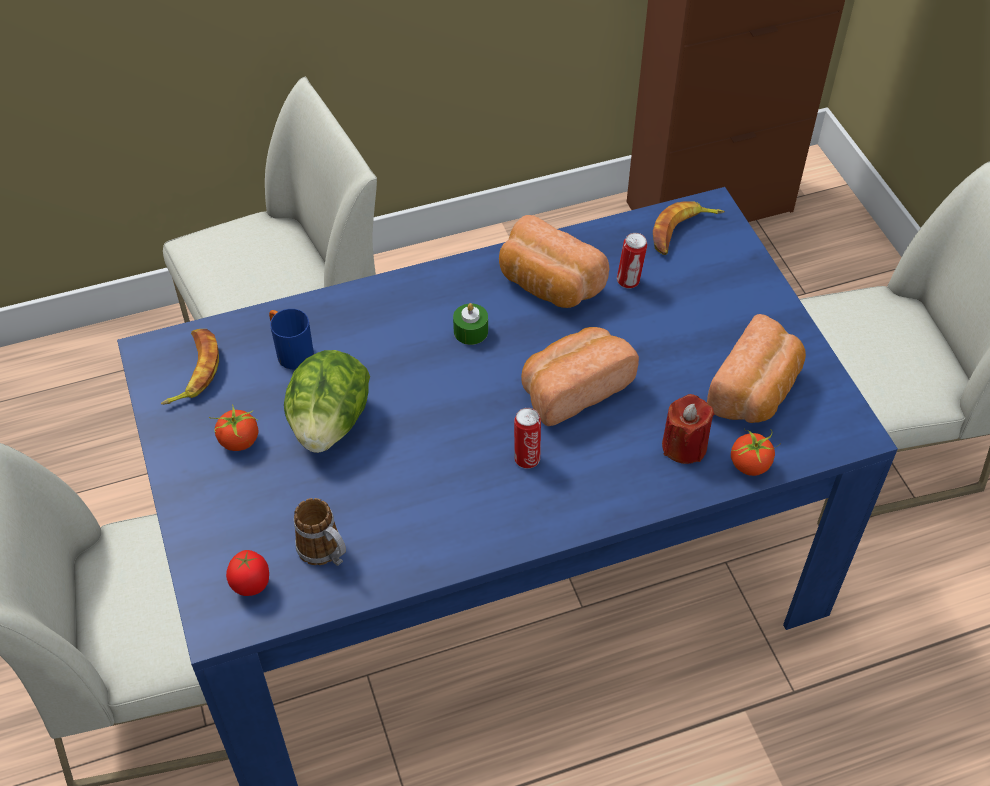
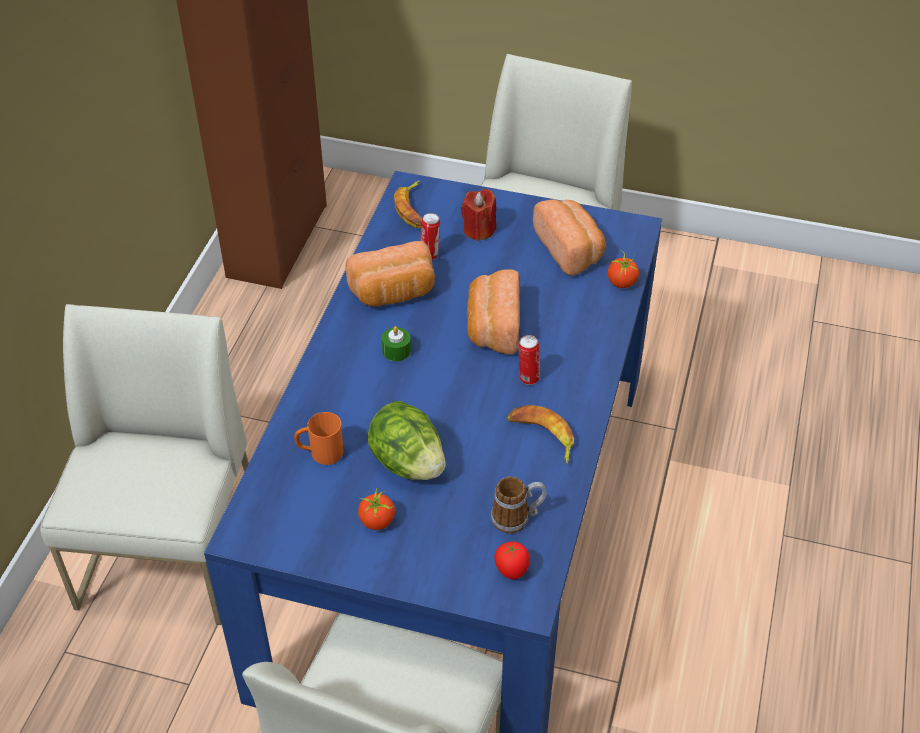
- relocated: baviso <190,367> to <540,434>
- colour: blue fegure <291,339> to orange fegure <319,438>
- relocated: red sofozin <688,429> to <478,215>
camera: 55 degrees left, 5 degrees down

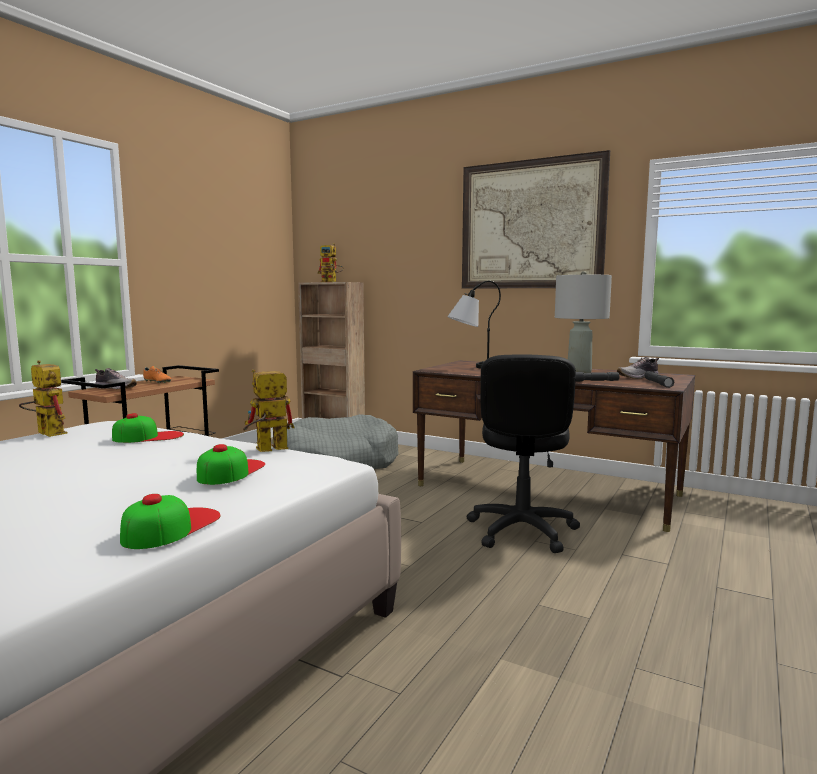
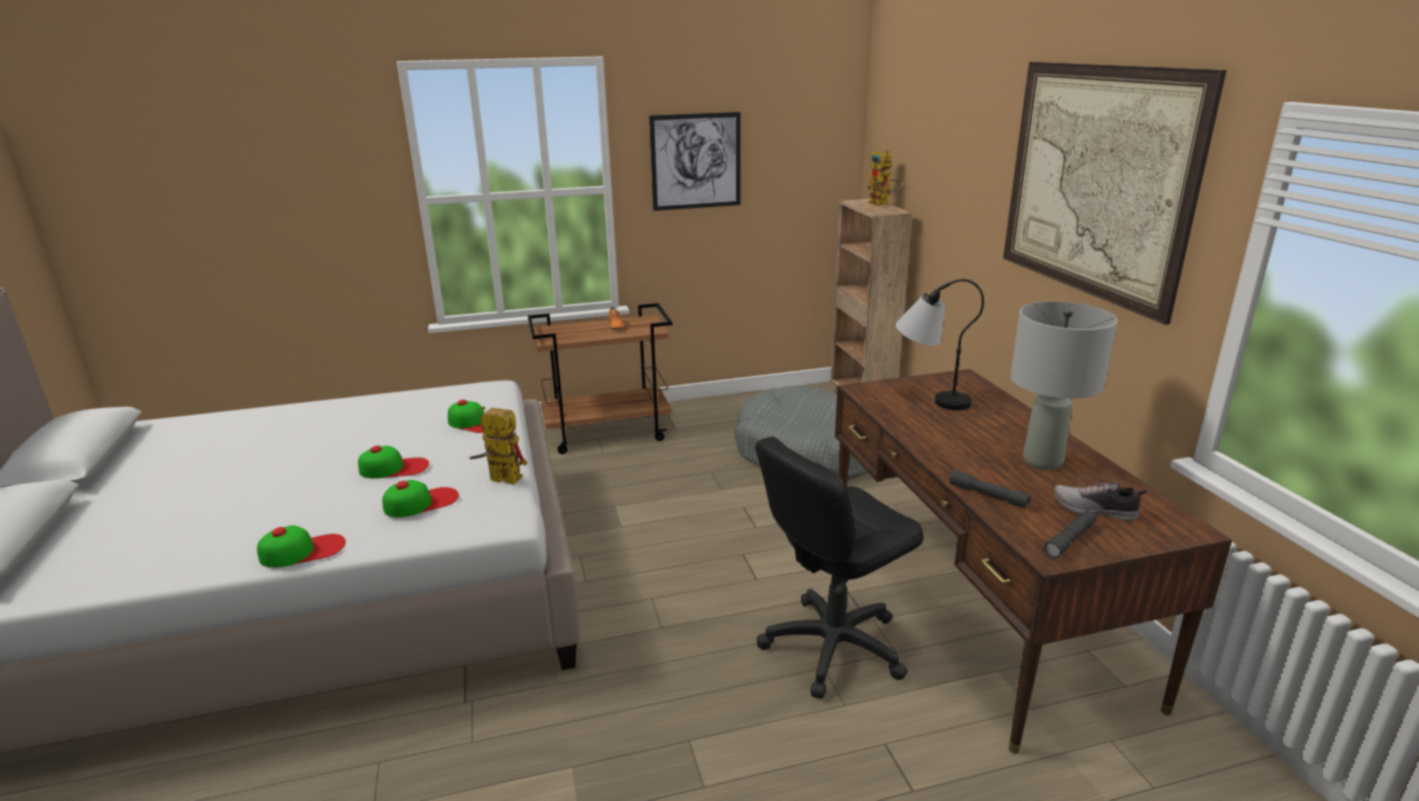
- missing: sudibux <43,398>
- missing: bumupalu <116,378>
- appeared: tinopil <393,462>
- appeared: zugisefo <695,161>
camera: 45 degrees right, 15 degrees up

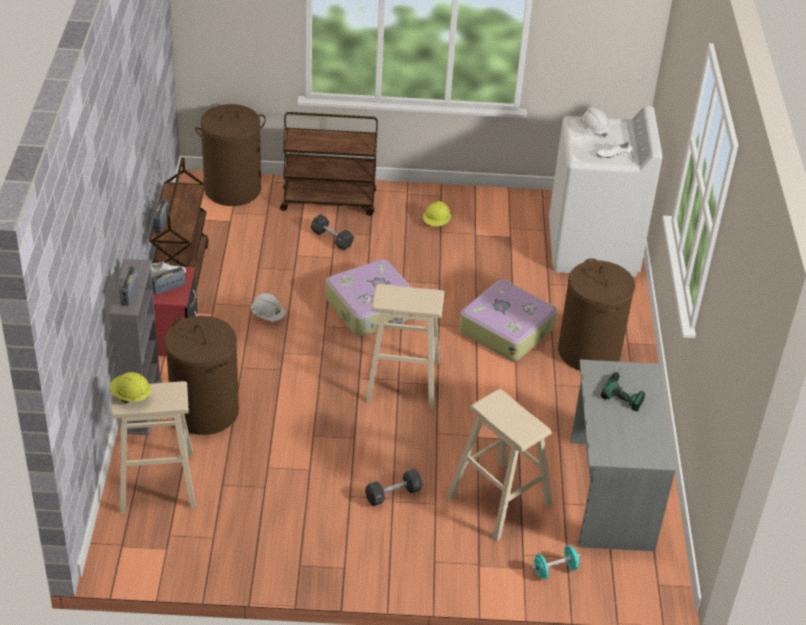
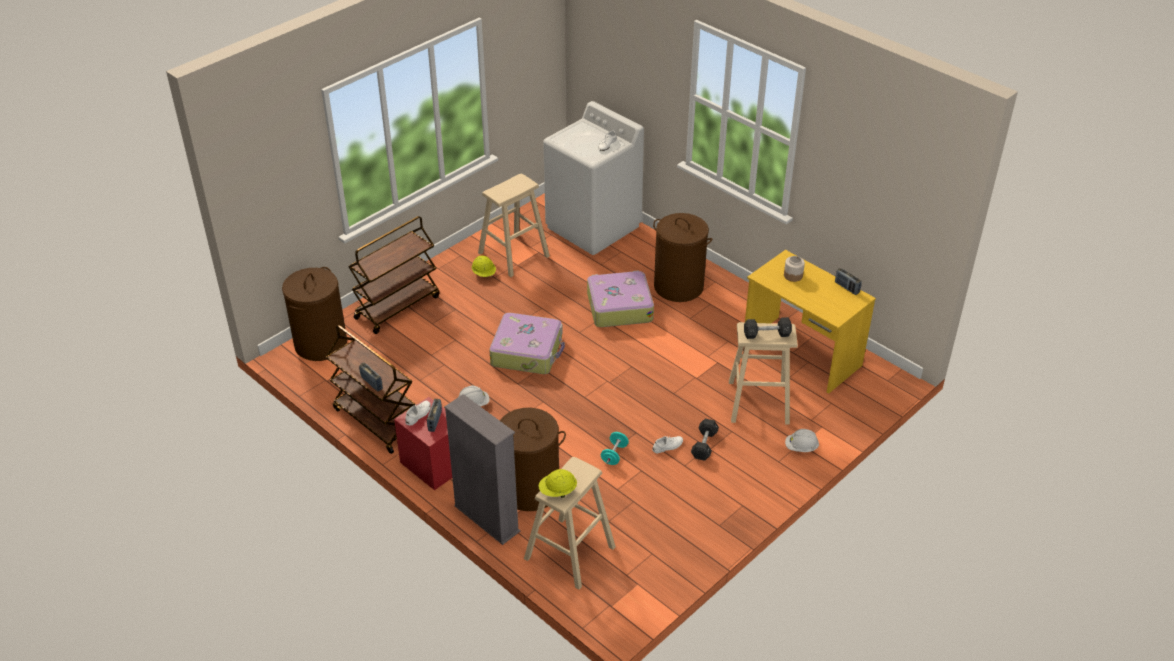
- relocated: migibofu <129,286> to <848,281>
- relocated: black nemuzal <332,232> to <768,328>
- relocated: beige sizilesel <404,347> to <514,225>
- relocated: turquoise nemuzal <556,562> to <615,448>
- colour: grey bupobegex <623,455> to yellow bupobegex <810,322>
- relocated: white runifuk <592,122> to <802,440>
- exchanged: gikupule <623,389> to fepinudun <794,269>
- appeared: white bumupalu <667,444>
camera: 45 degrees left, 0 degrees up

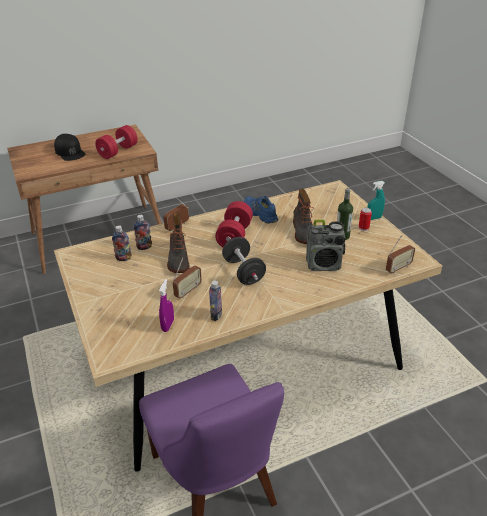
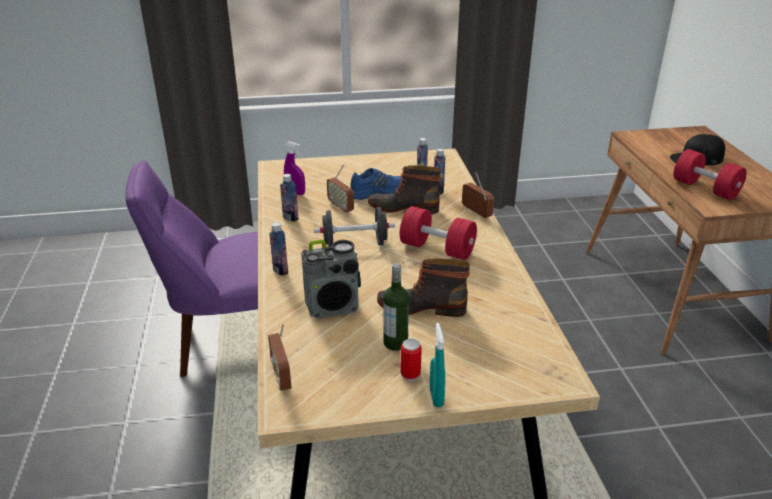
- relocated: blue bumupalu <261,209> to <376,184>
- spun: migibofu <325,245> = <331,279> 120 degrees counterclockwise
- appeared: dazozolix <278,249>
camera: 105 degrees right, 5 degrees down

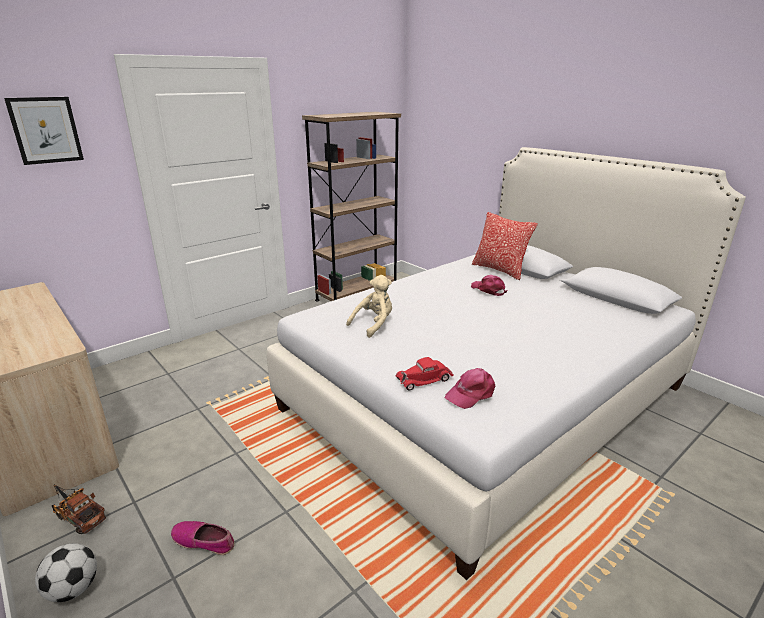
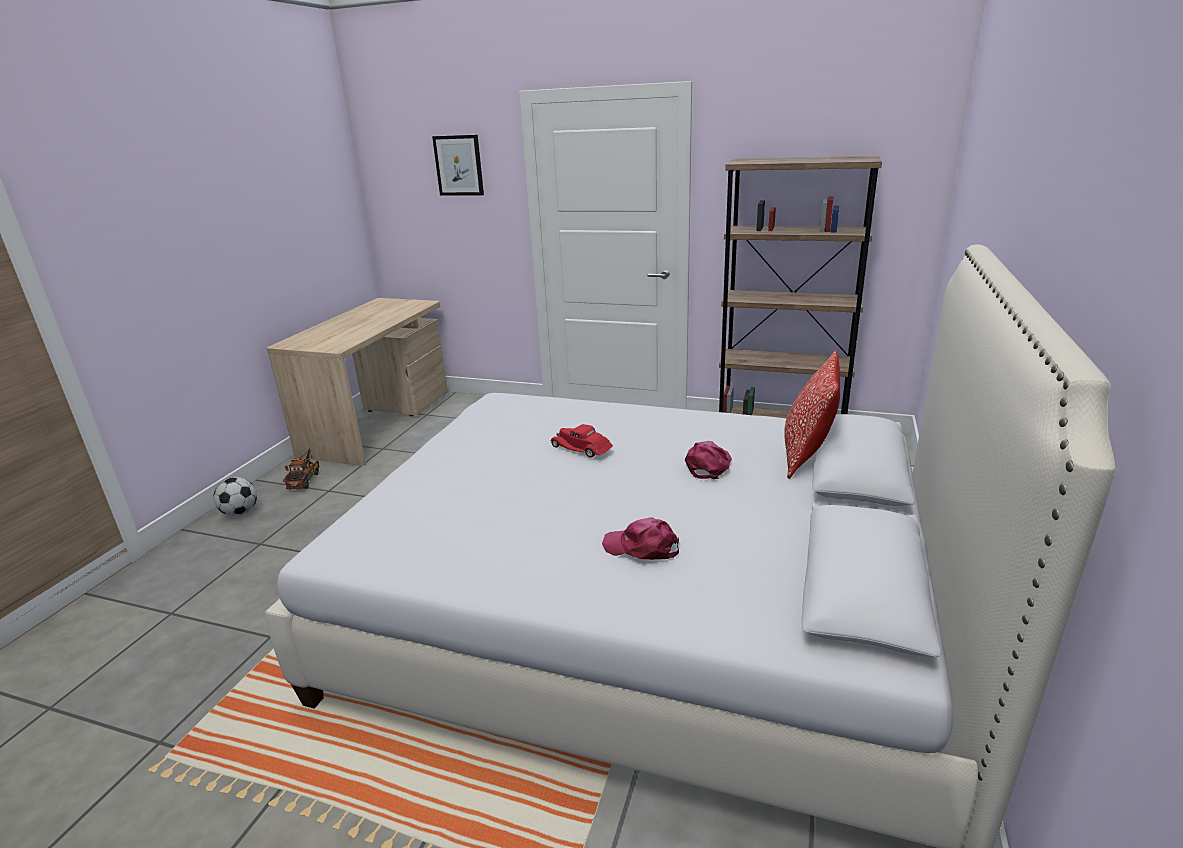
- missing: bumupalu <203,538>
- missing: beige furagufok <369,306>
- relocated: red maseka <425,374> to <581,441>
- relocated: pink tinopil <470,388> to <640,538>
camera: 60 degrees right, 0 degrees up

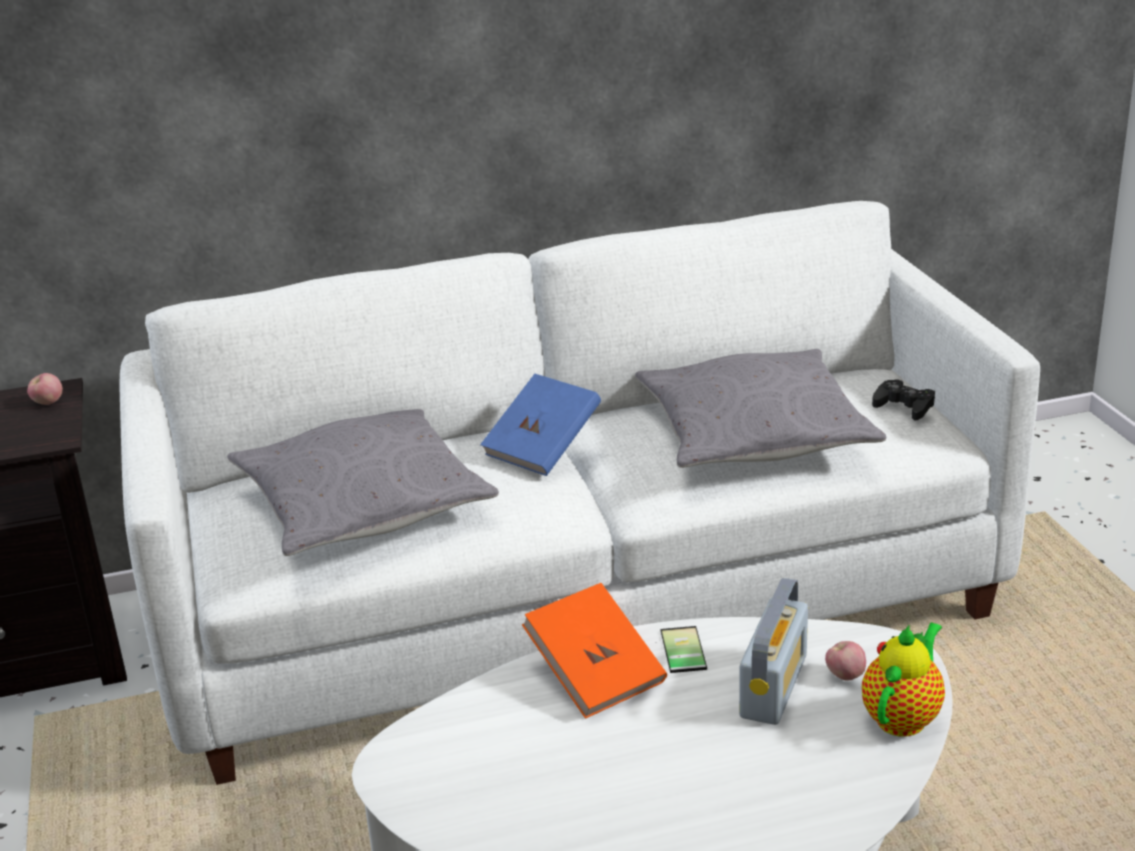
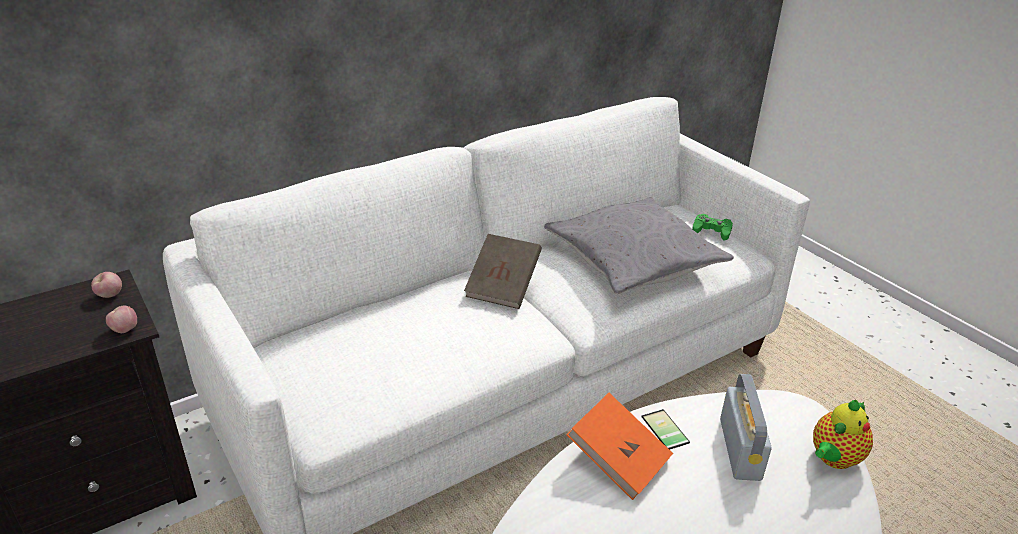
- missing: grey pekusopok <363,482>
- colour: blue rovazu <540,425> to brown rovazu <503,271>
- relocated: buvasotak <845,660> to <121,319>
- spun: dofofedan <903,679> = <843,434> 150 degrees counterclockwise
- colour: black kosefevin <903,400> to green kosefevin <712,227>
camera: 20 degrees left, 5 degrees up

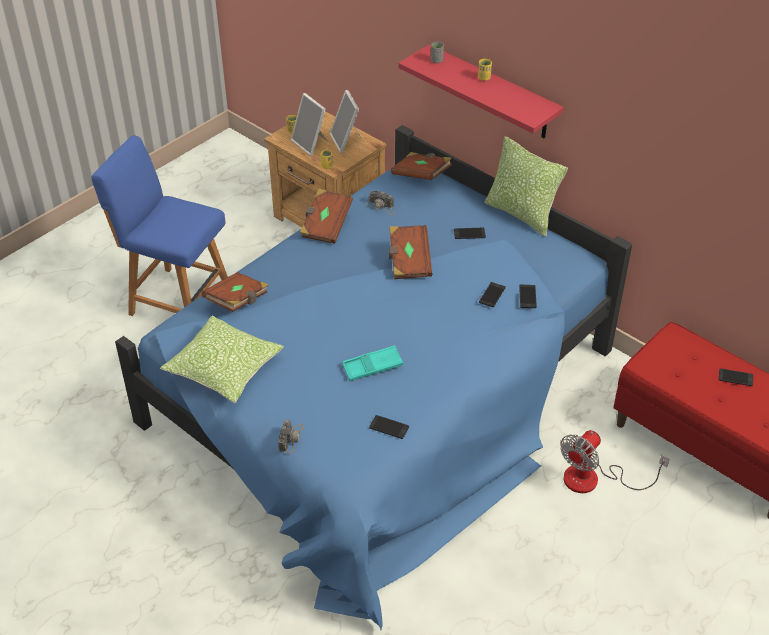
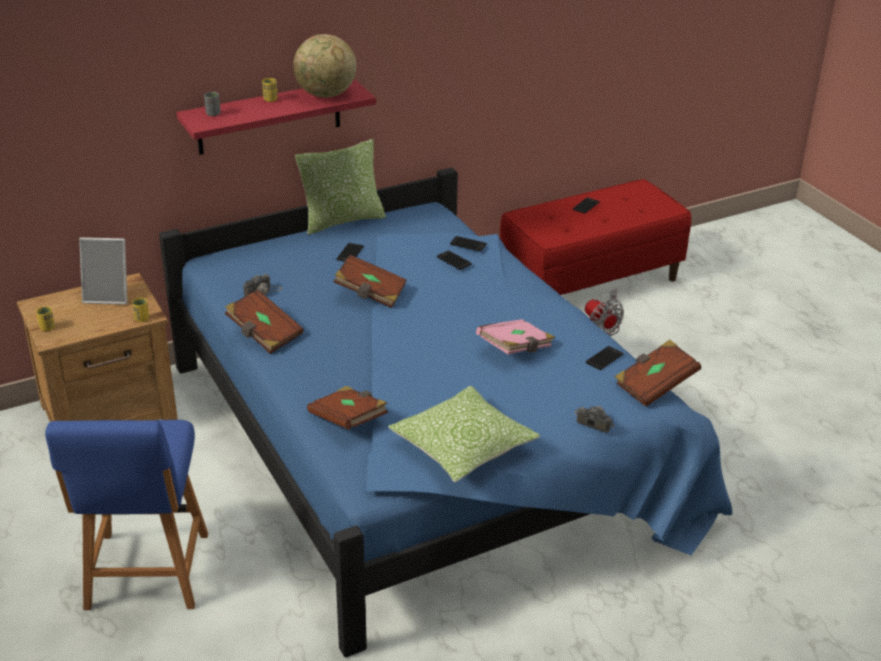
- spun: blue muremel <159,225> = <126,515> 45 degrees counterclockwise
- missing: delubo <309,124>
- exchanged: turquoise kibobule <372,363> to pink rovazu <515,337>
- relocated: brown rovazu <421,166> to <658,373>
- appeared: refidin <324,66>
camera: 70 degrees left, 10 degrees down

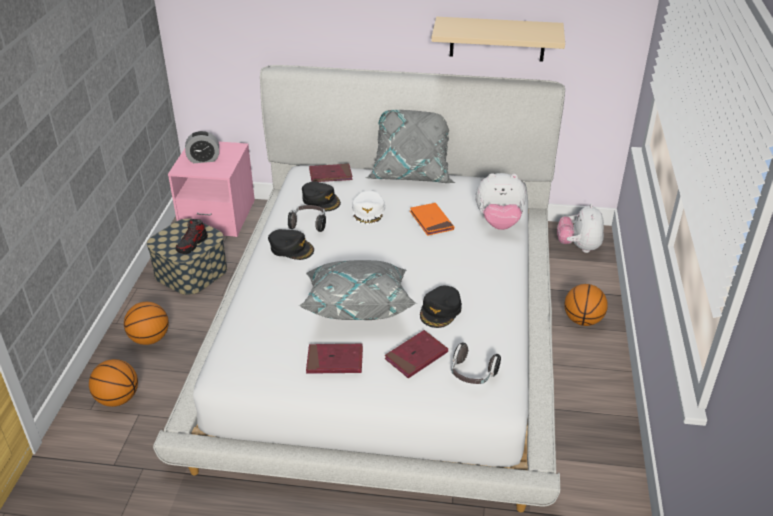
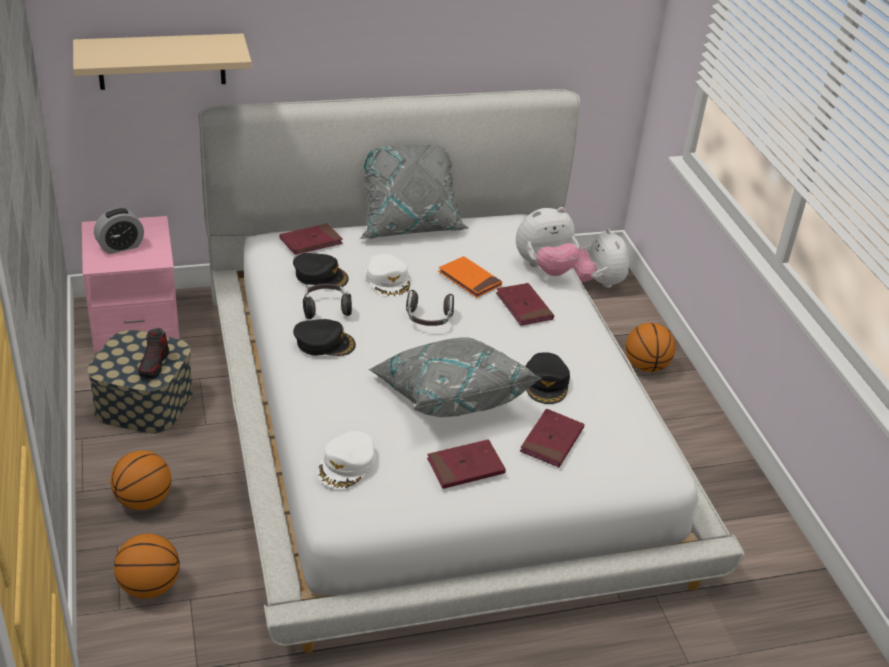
- relocated: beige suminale <498,39> to <162,61>
- relocated: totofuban <476,363> to <430,308>
- appeared: white tinopil <346,460>
- appeared: red rovazu <525,304>
camera: 25 degrees left, 0 degrees up

